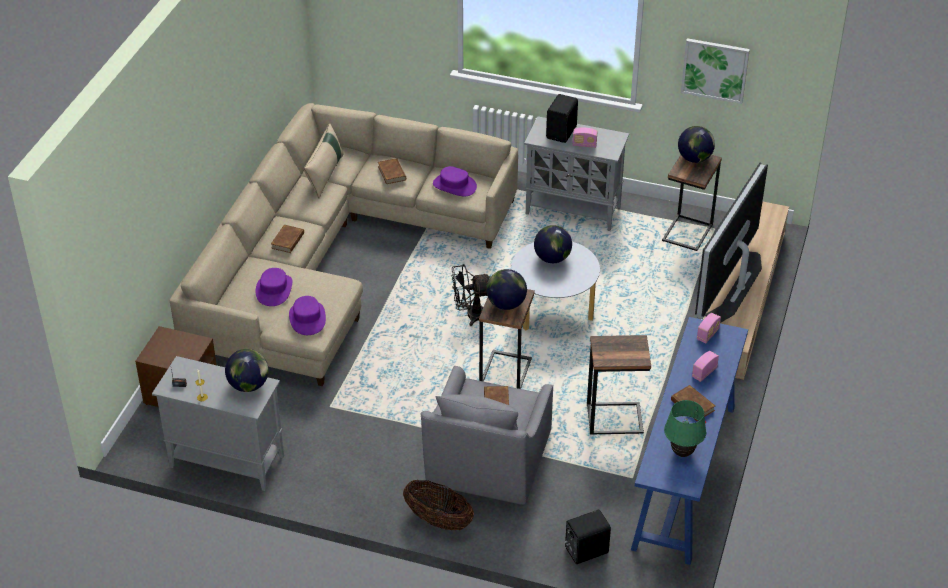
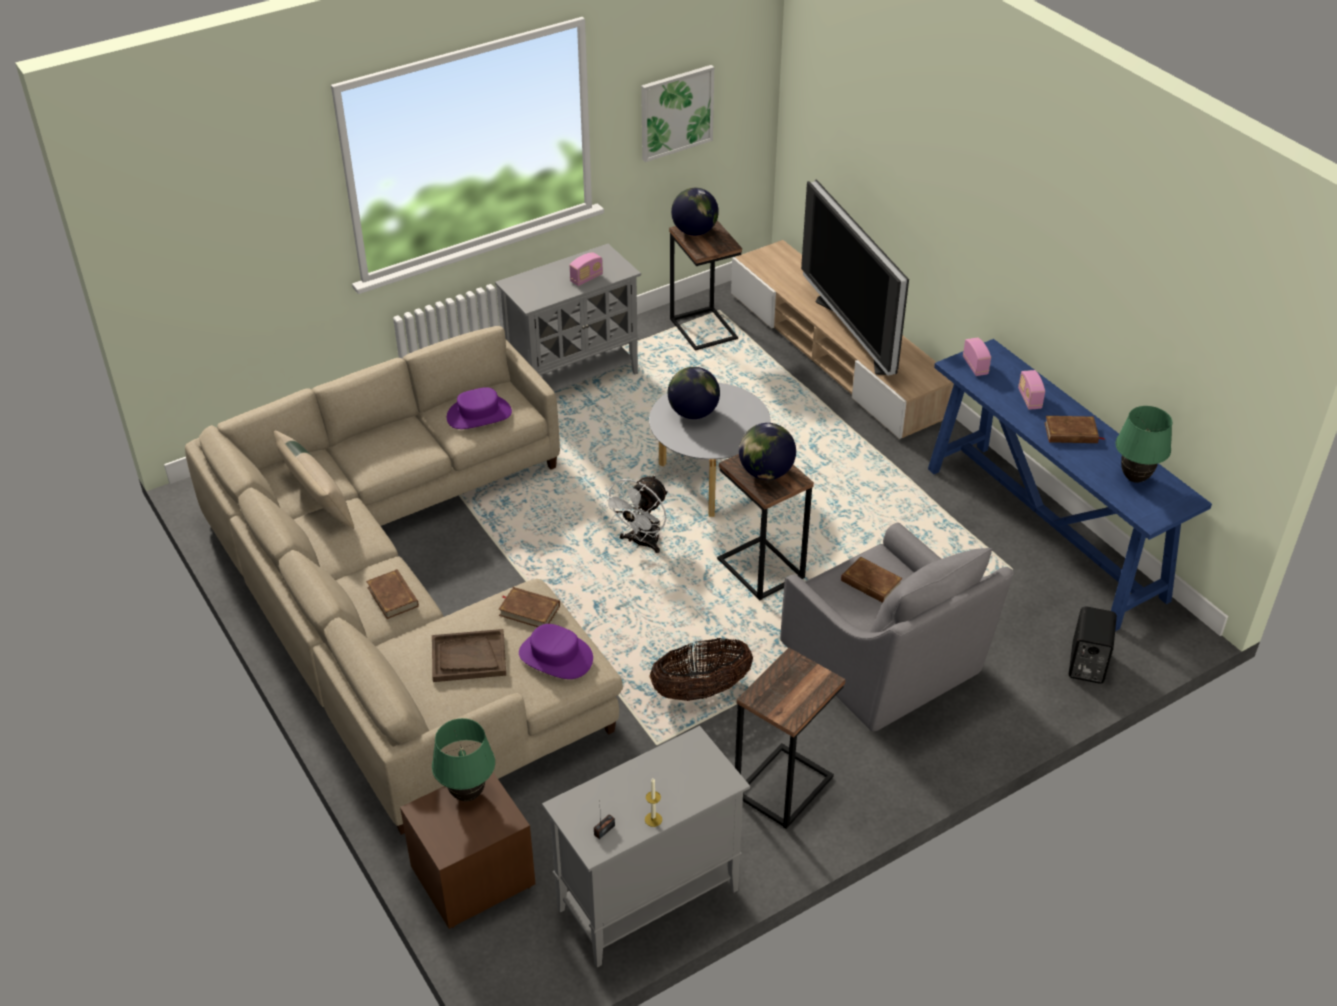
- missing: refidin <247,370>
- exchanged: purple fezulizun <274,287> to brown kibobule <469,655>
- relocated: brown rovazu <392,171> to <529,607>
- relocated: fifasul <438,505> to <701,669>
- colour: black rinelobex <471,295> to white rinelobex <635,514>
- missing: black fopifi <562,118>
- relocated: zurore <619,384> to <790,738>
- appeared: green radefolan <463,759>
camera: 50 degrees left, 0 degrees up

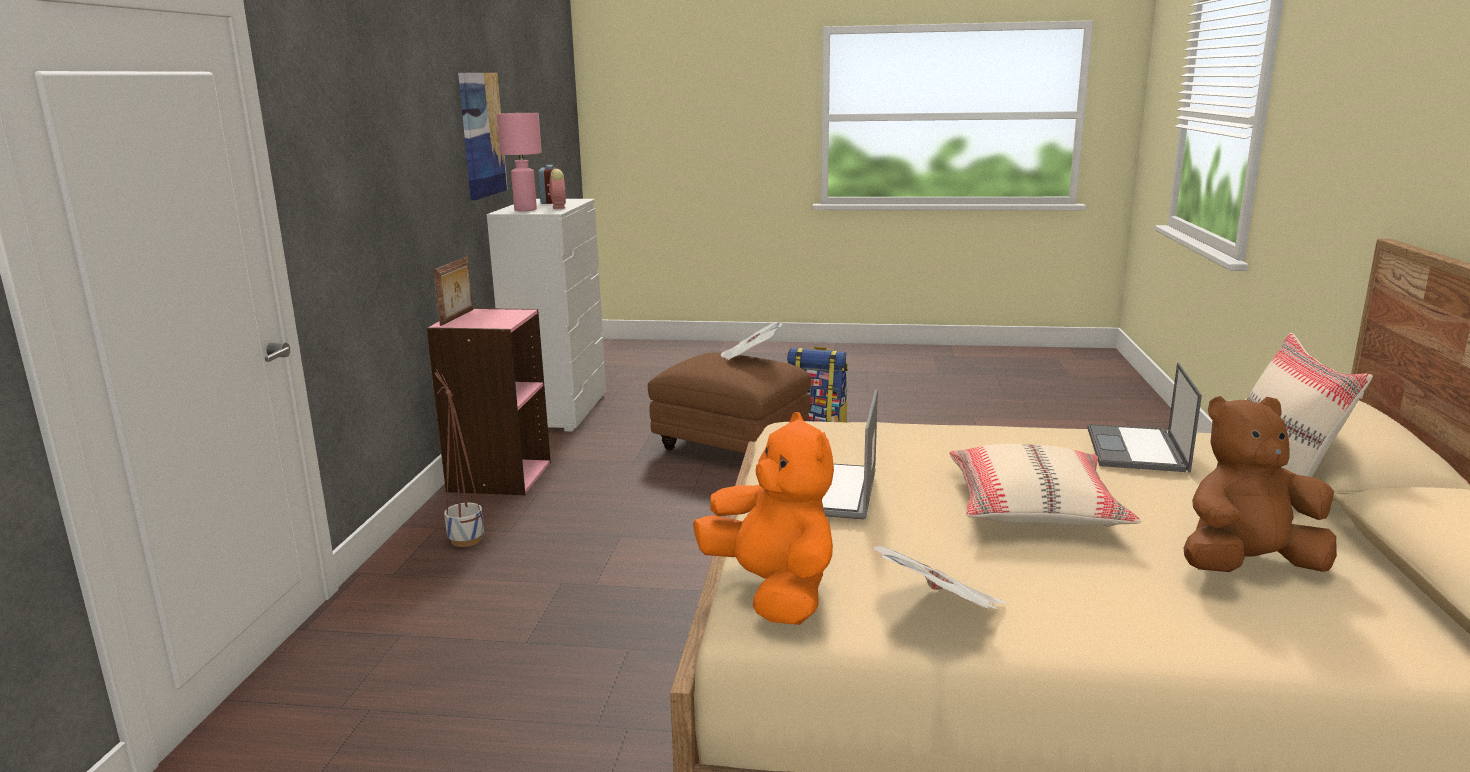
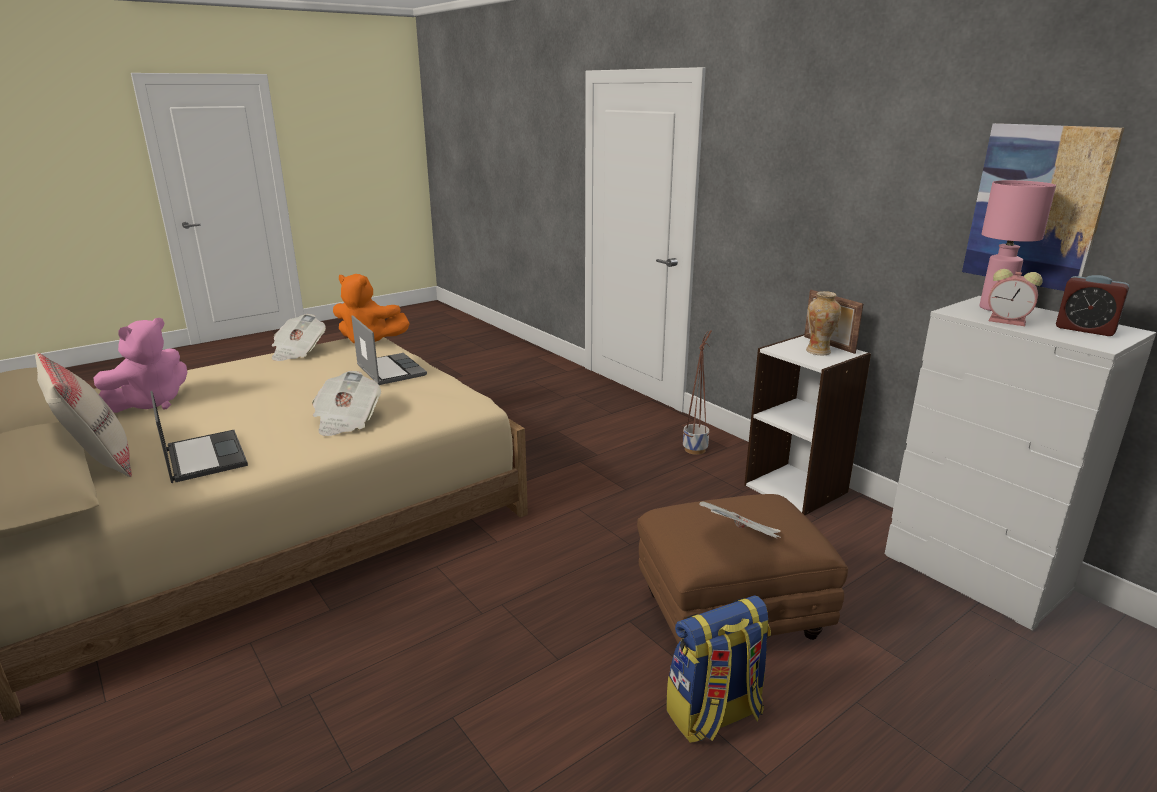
- colour: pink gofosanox <488,401> to white gofosanox <807,424>
- missing: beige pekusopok <1045,485>
- colour: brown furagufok <1260,484> to pink furagufok <140,365>
- appeared: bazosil <346,403>
- appeared: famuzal <823,323>
camera: 135 degrees right, 5 degrees up

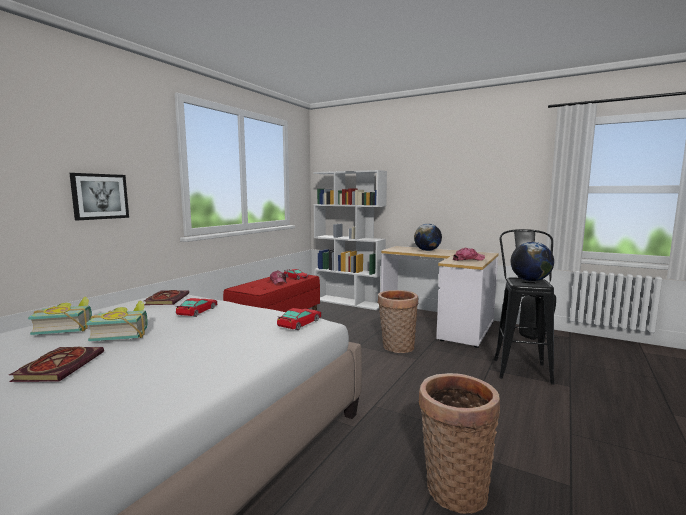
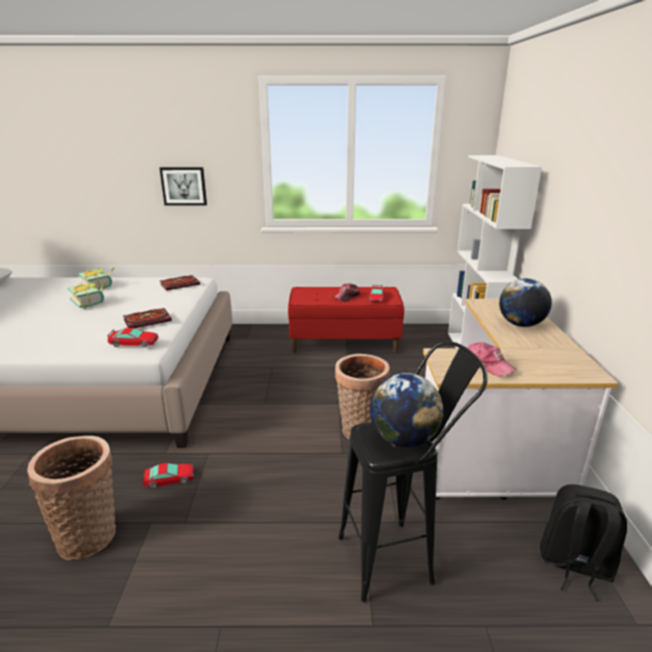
- relocated: rovazu <56,364> to <147,318>
- relocated: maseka <196,307> to <168,475>
camera: 60 degrees right, 15 degrees up

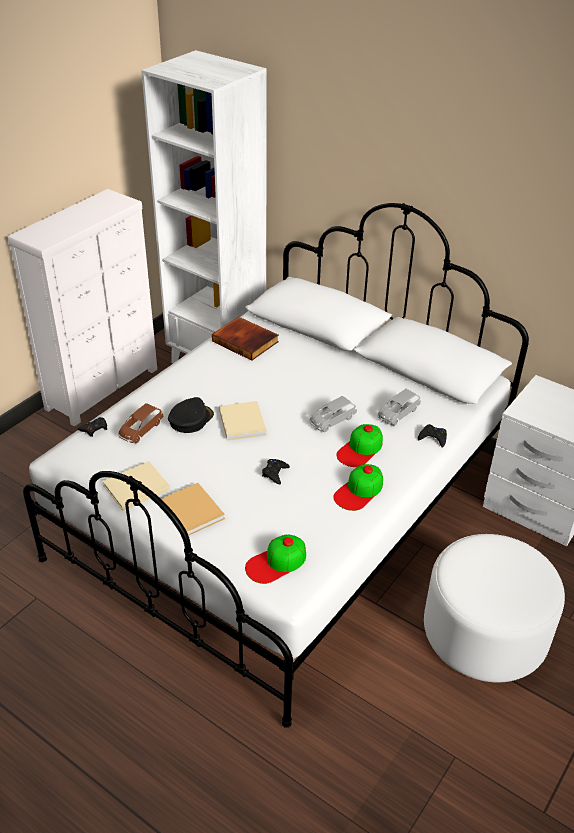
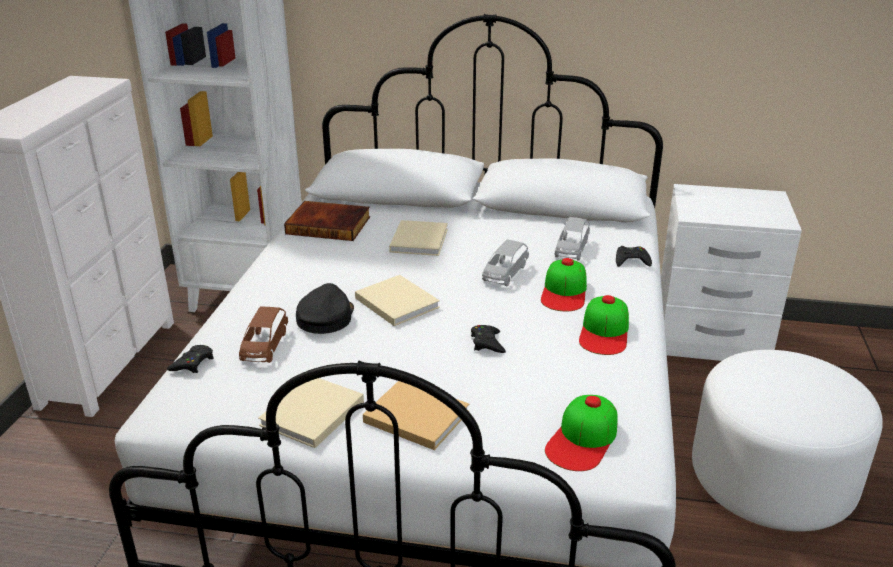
- appeared: beige rovazu <418,238>
camera: 25 degrees left, 10 degrees down

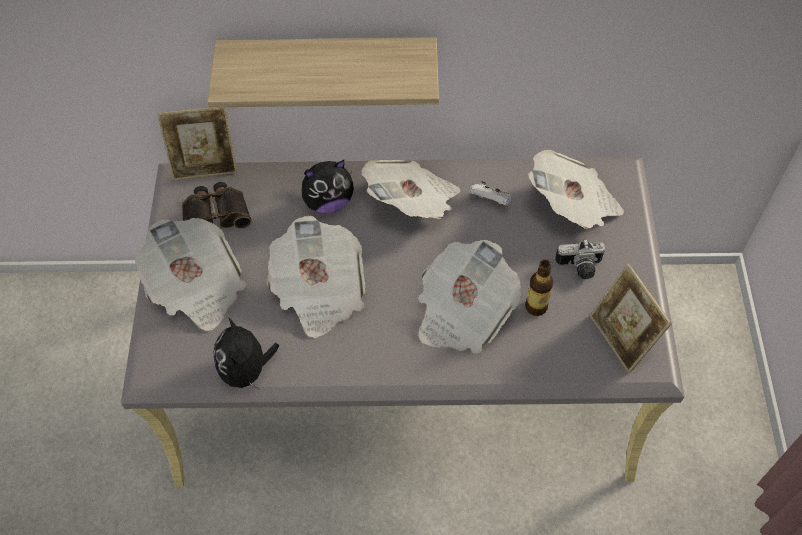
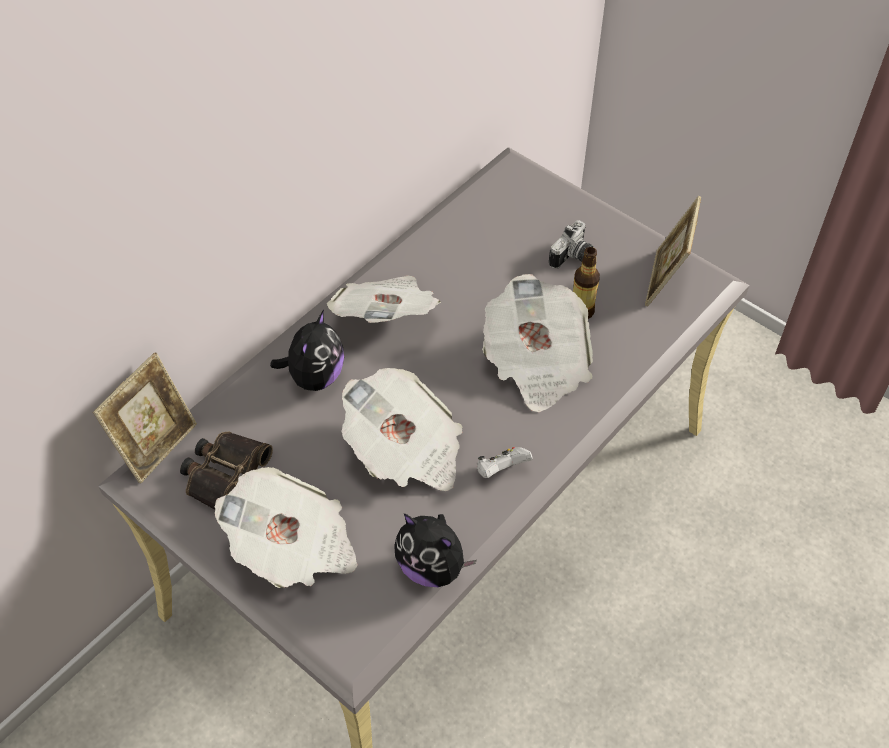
- missing: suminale <323,72>
- relocated: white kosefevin <490,193> to <504,462>
- missing: bazosil <576,189>
- spun: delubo <631,318> = <673,251> 90 degrees clockwise
camera: 50 degrees left, 5 degrees down

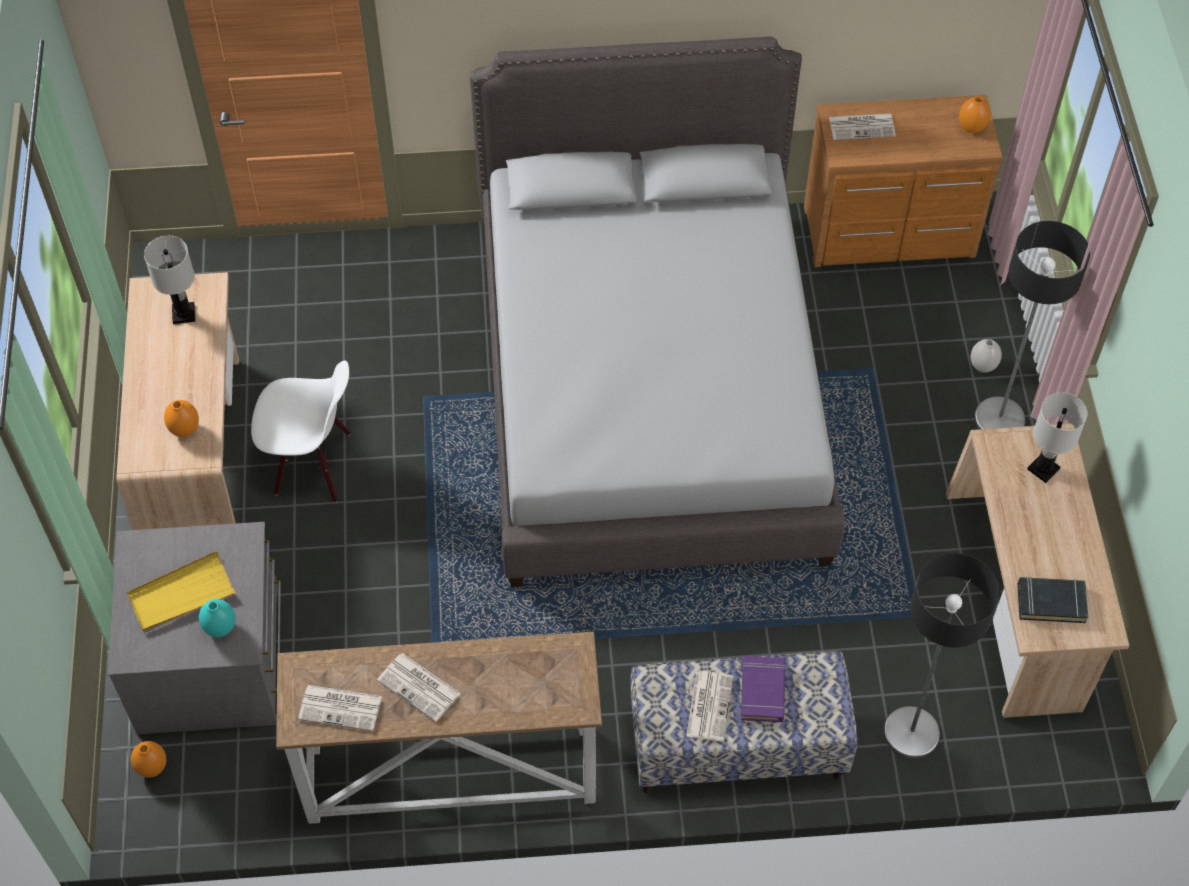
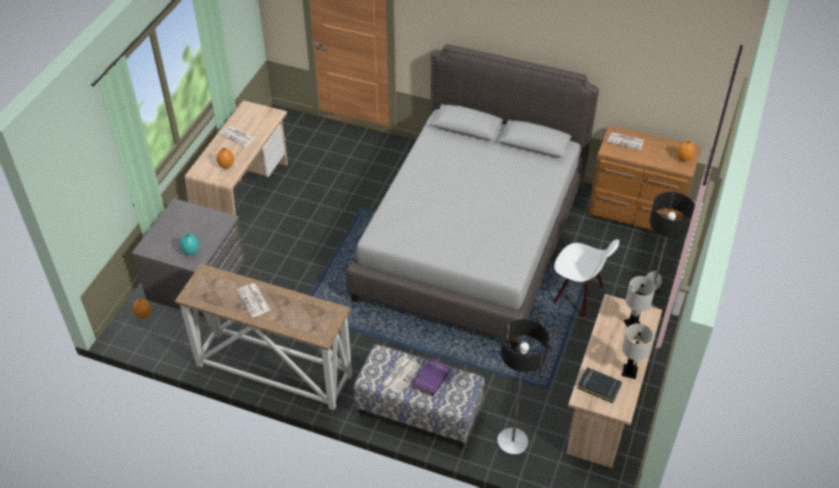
- missing: yellow kibobule <181,591>
- relocated: white radefolan <169,280> to <637,351>
- relocated: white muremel <301,431> to <586,278>
- relocated: bazosil <340,708> to <237,136>
camera: 25 degrees right, 10 degrees down

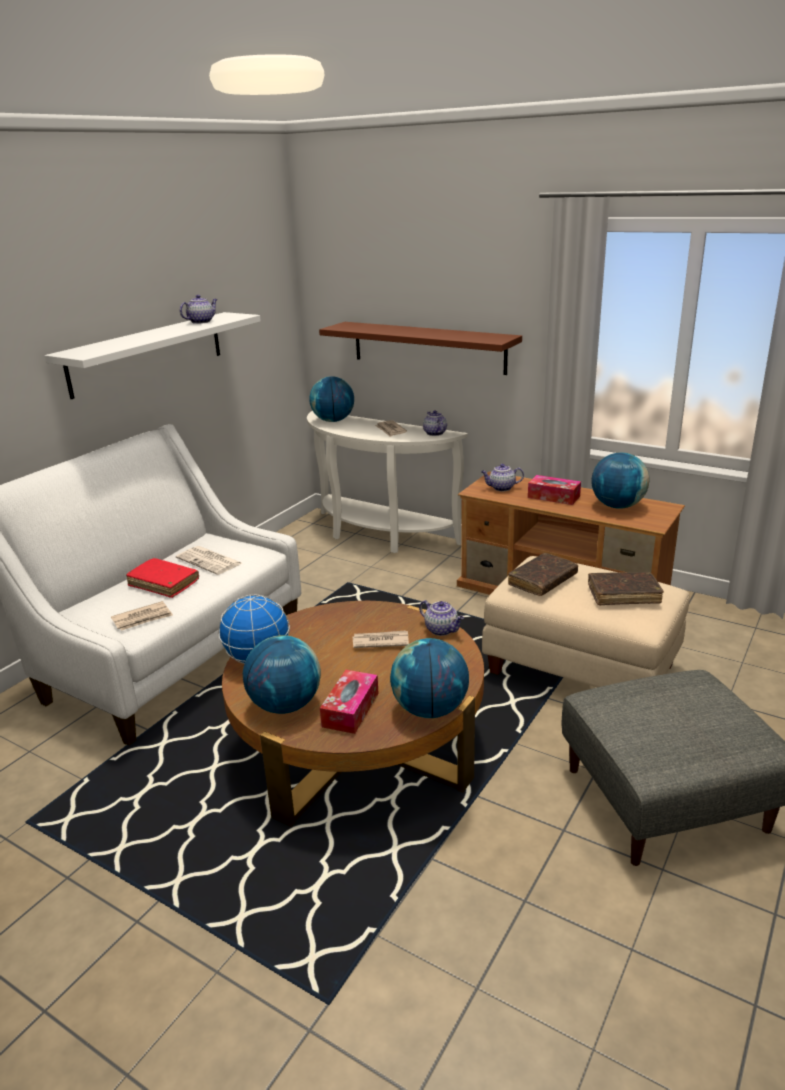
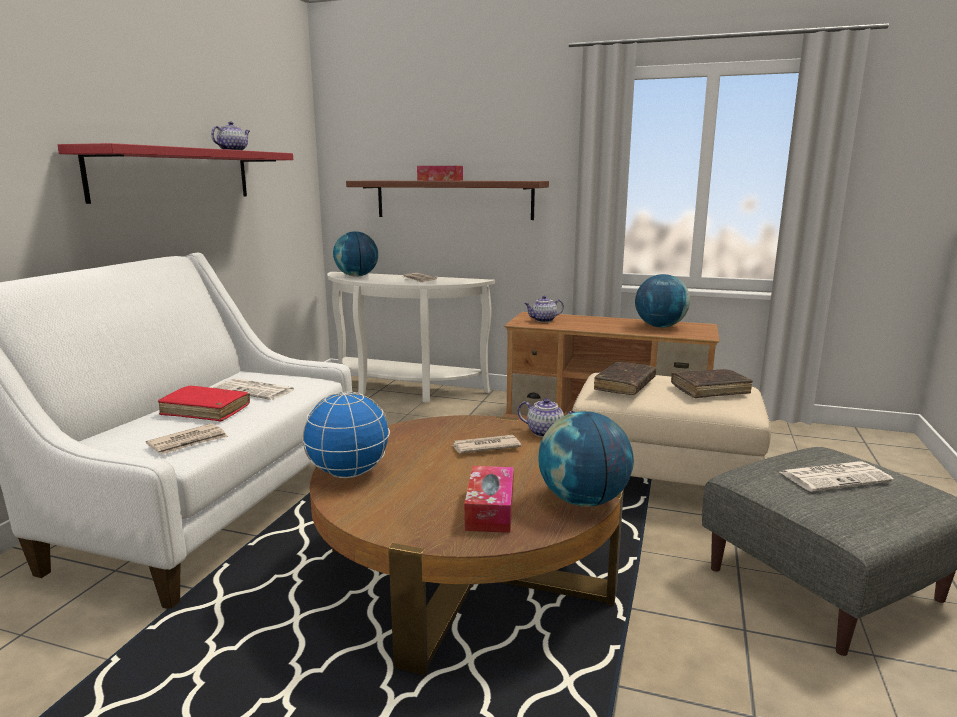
- colour: white suminale <153,355> to red suminale <175,173>
- missing: refidin <282,674>
- missing: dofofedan <435,423>
- relocated: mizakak <554,490> to <440,173>
- appeared: bazosil <837,476>
camera: 15 degrees left, 10 degrees down

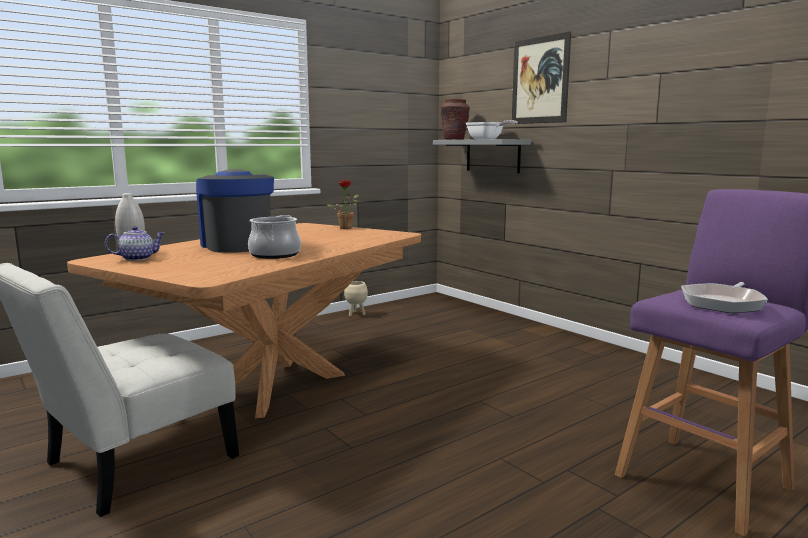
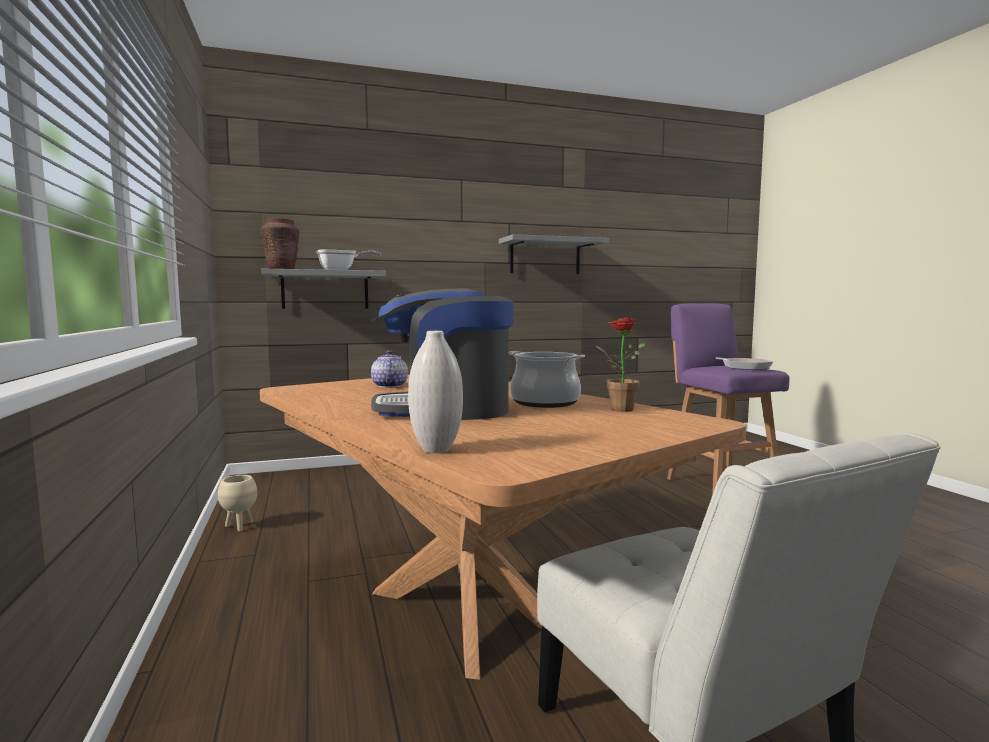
- relocated: dofofedan <135,243> to <389,369>
- relocated: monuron <343,204> to <620,364>
- missing: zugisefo <541,77>
- appeared: grey suminale <554,254>
camera: 70 degrees left, 5 degrees down

